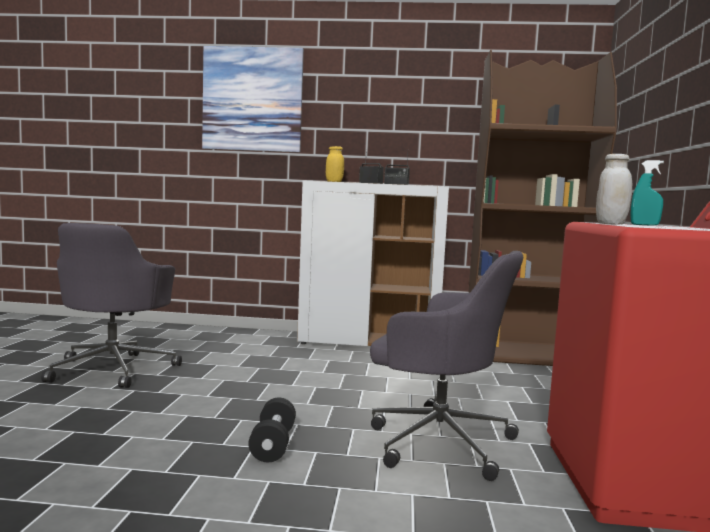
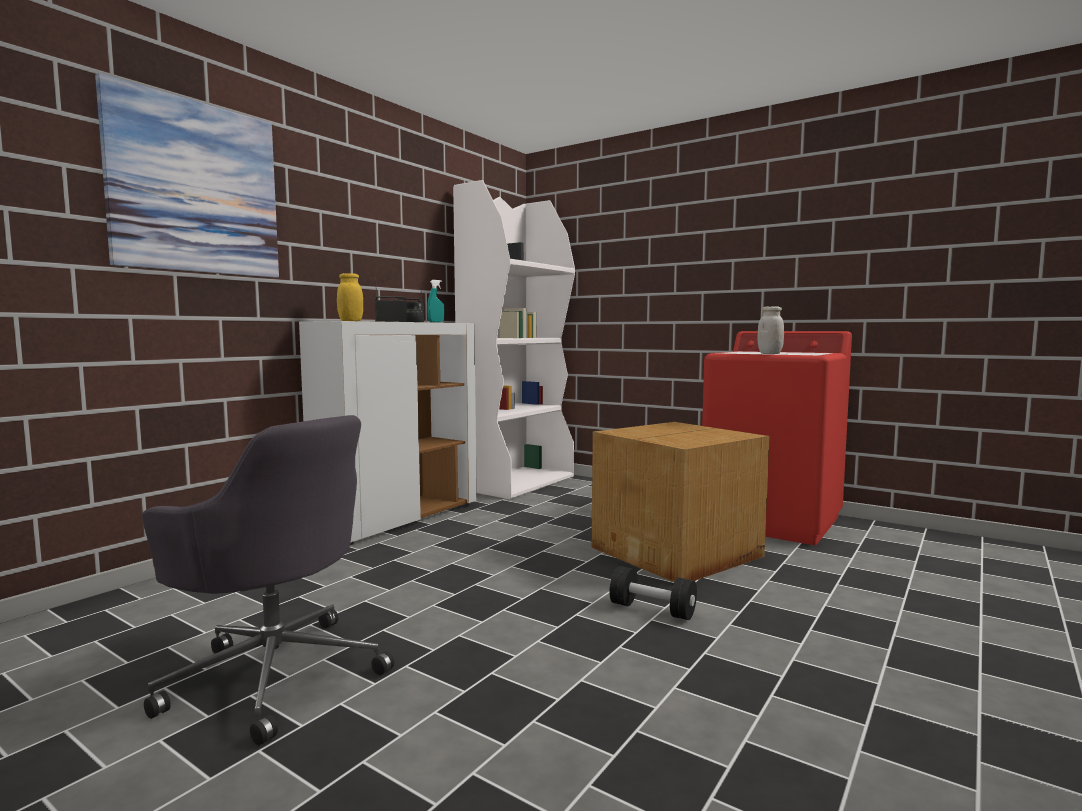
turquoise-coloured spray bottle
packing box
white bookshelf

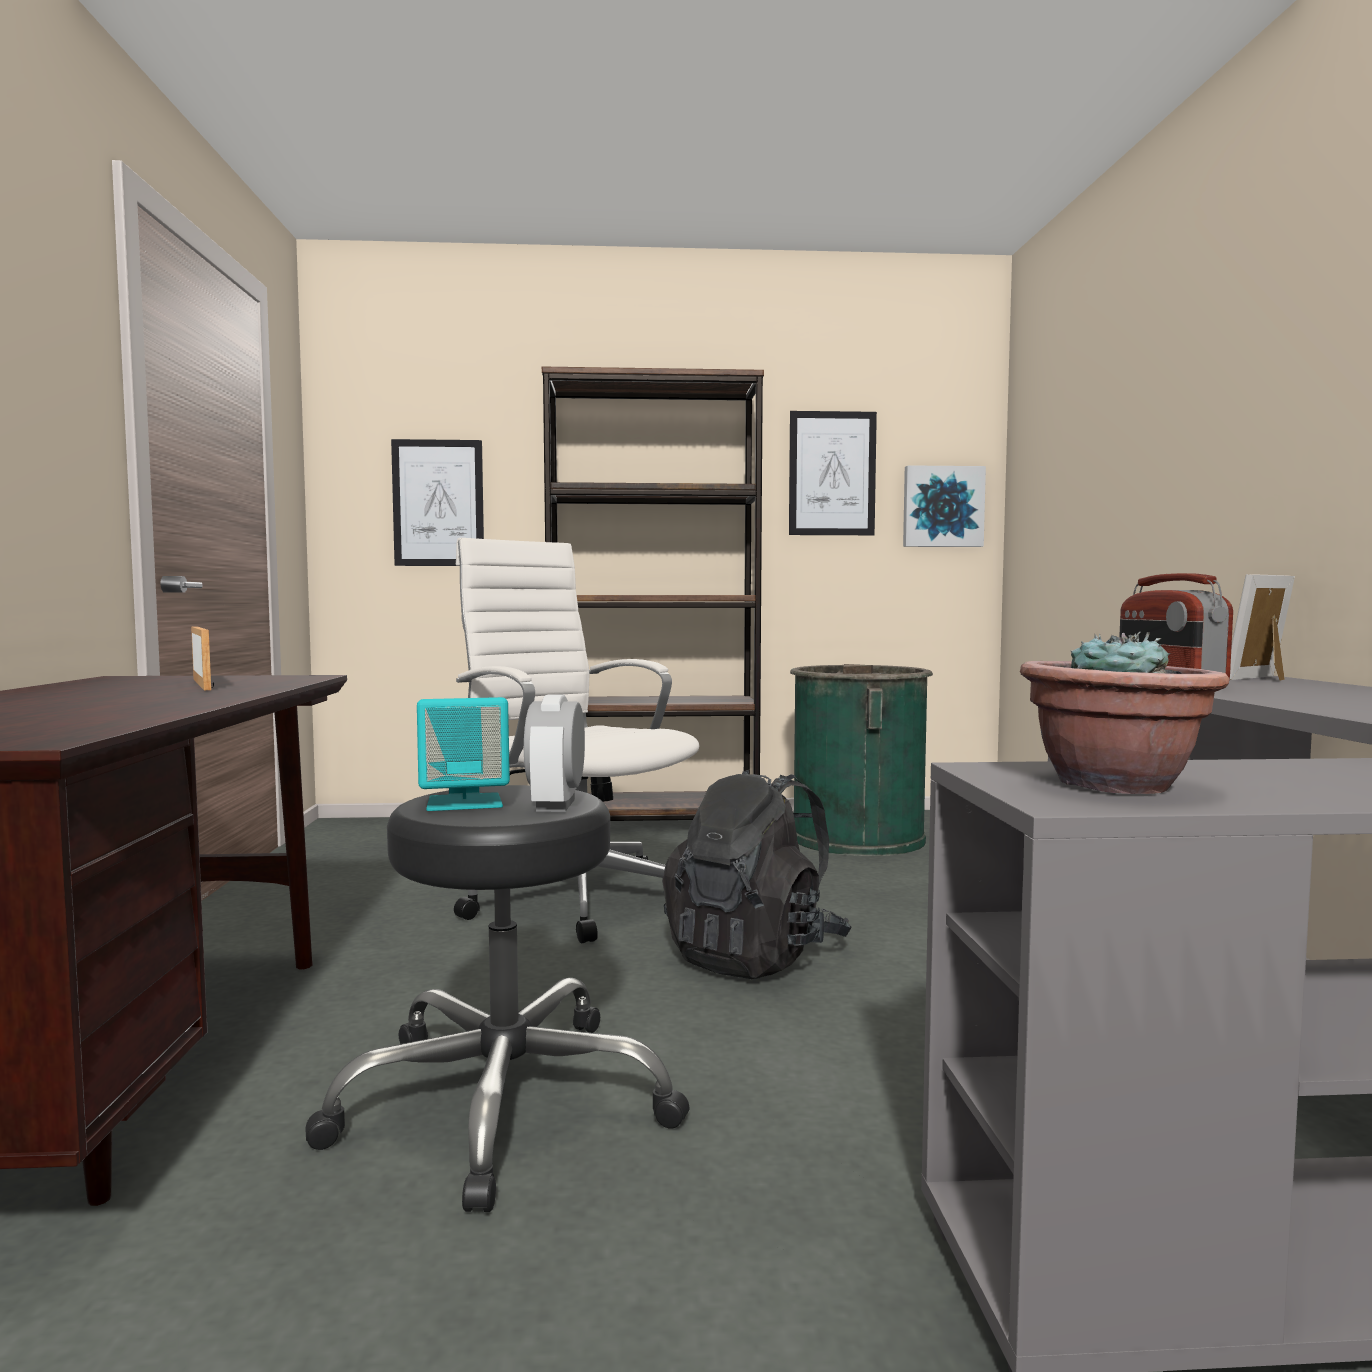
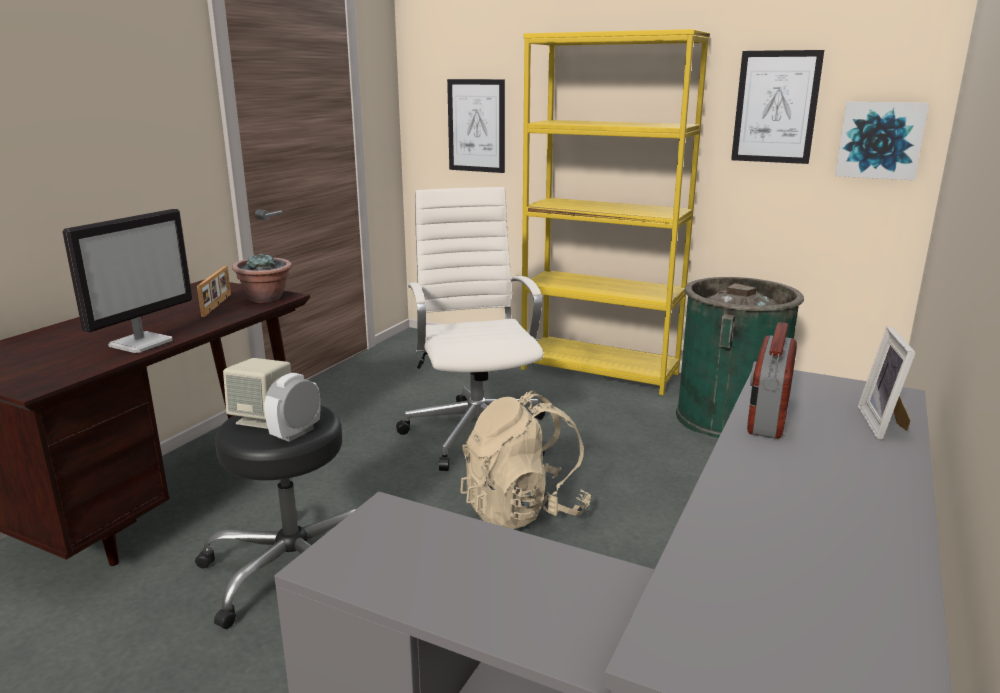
computer screen
plant in a pot
sand-coloured audio speaker
yellowish bookshelf
sand-coloured knapsack
photo frame (2nd from left)

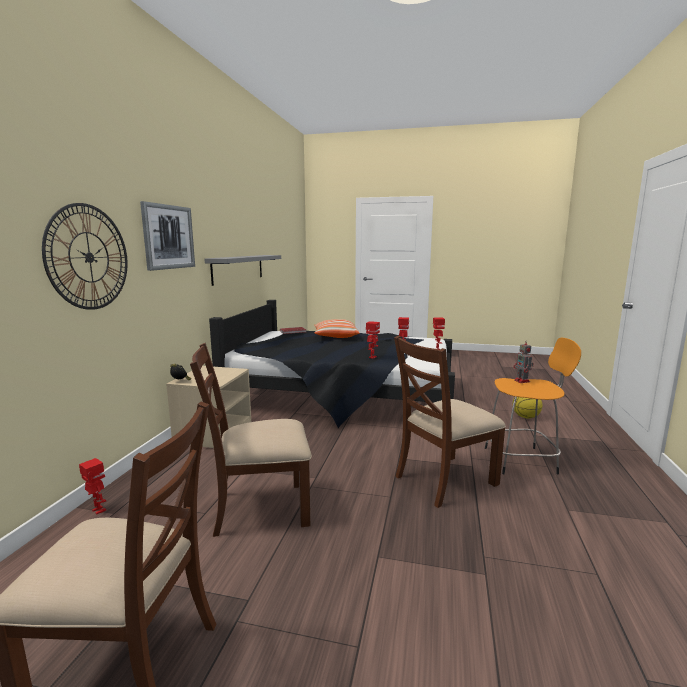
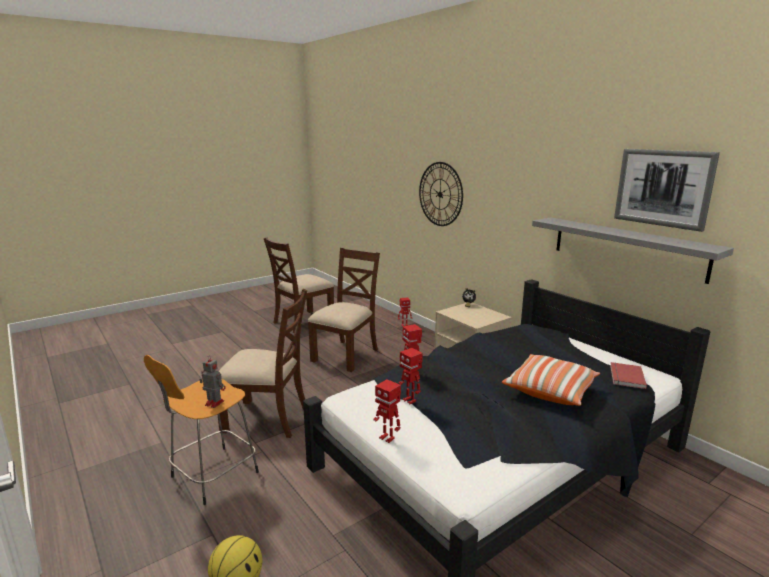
picture
brownish chair (1st from left)

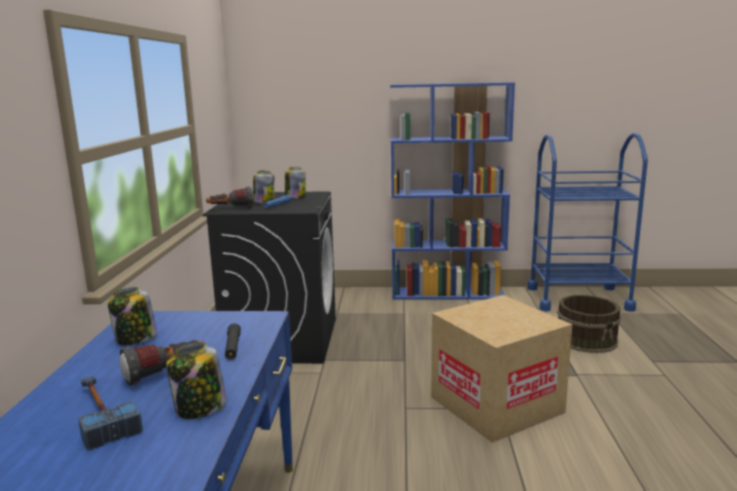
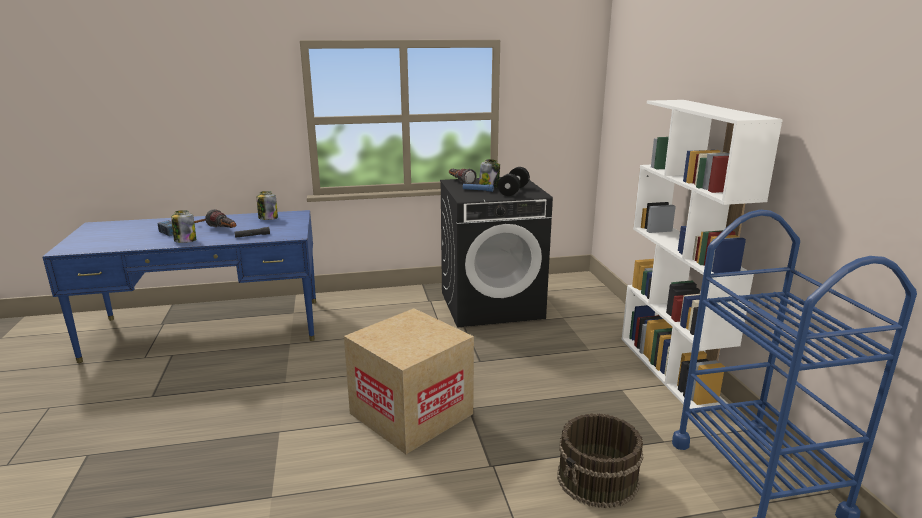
black-coloured hand weight
white bookshelf

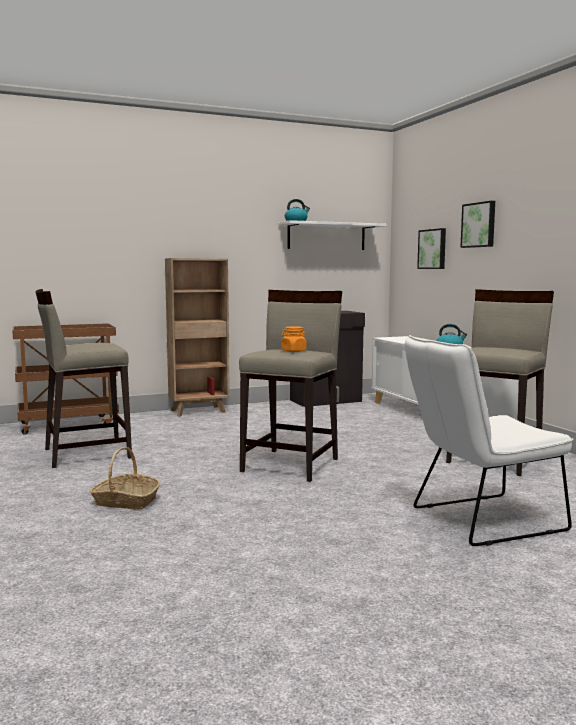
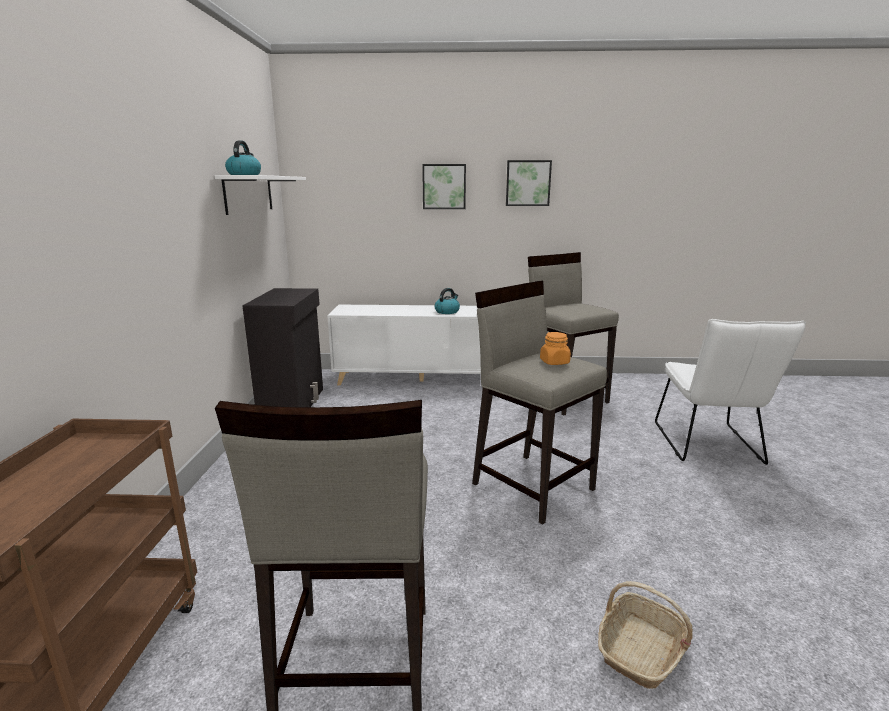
brownish bookshelf
picture (2nd from left)

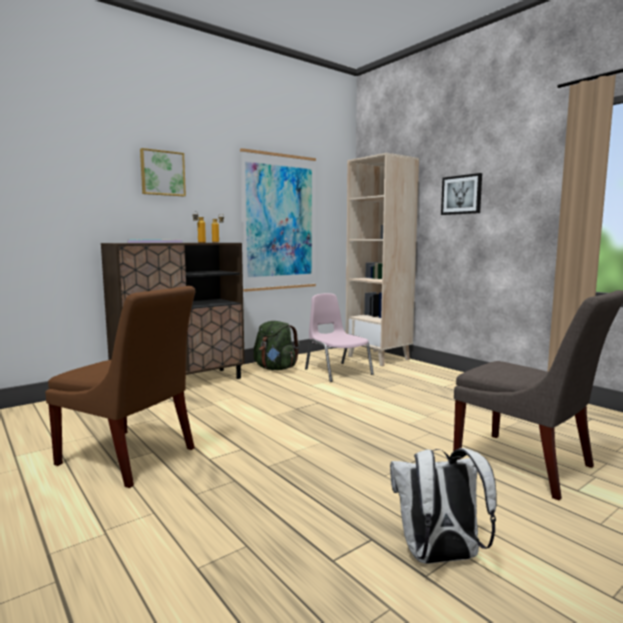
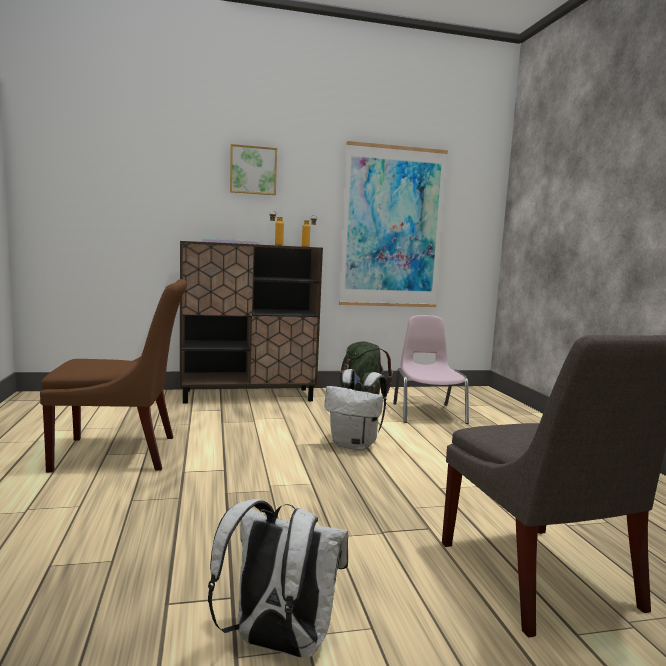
sand-coloured bookshelf
picture (3rd from left in the first image)
white knapsack (2nd from left)
brownish chair

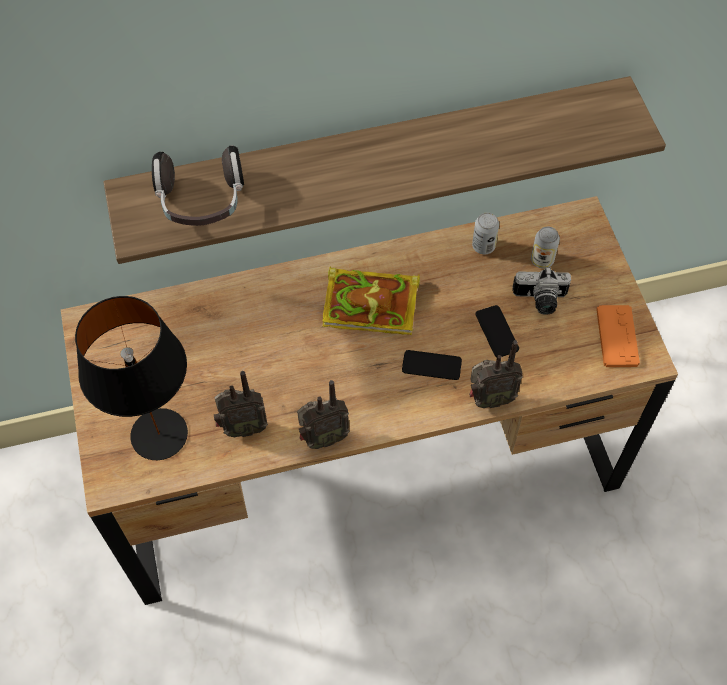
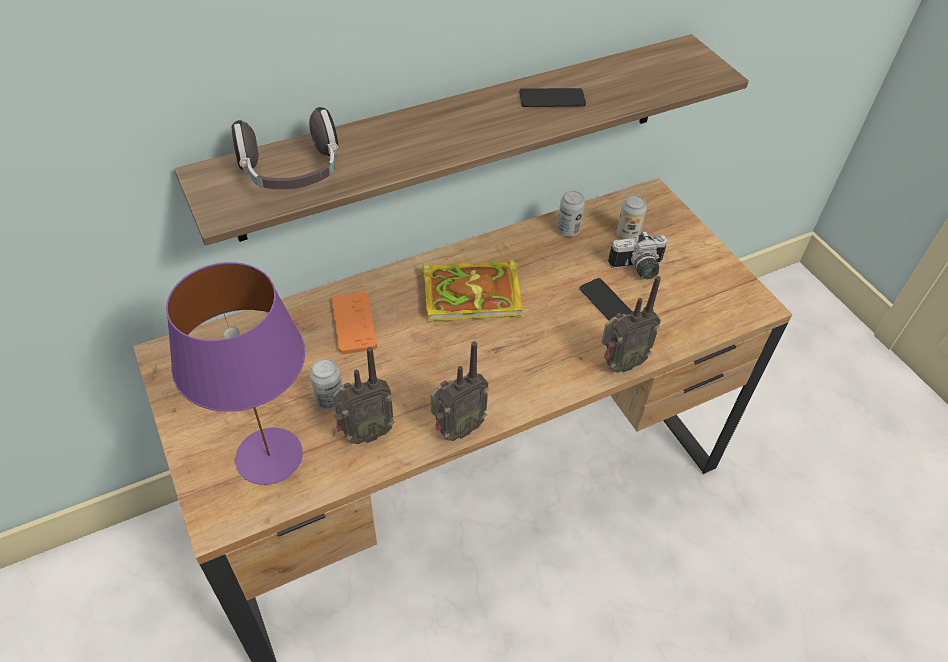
metal can (1st from left)
handset (1st from left)
orange joypad
purple lamp for a table

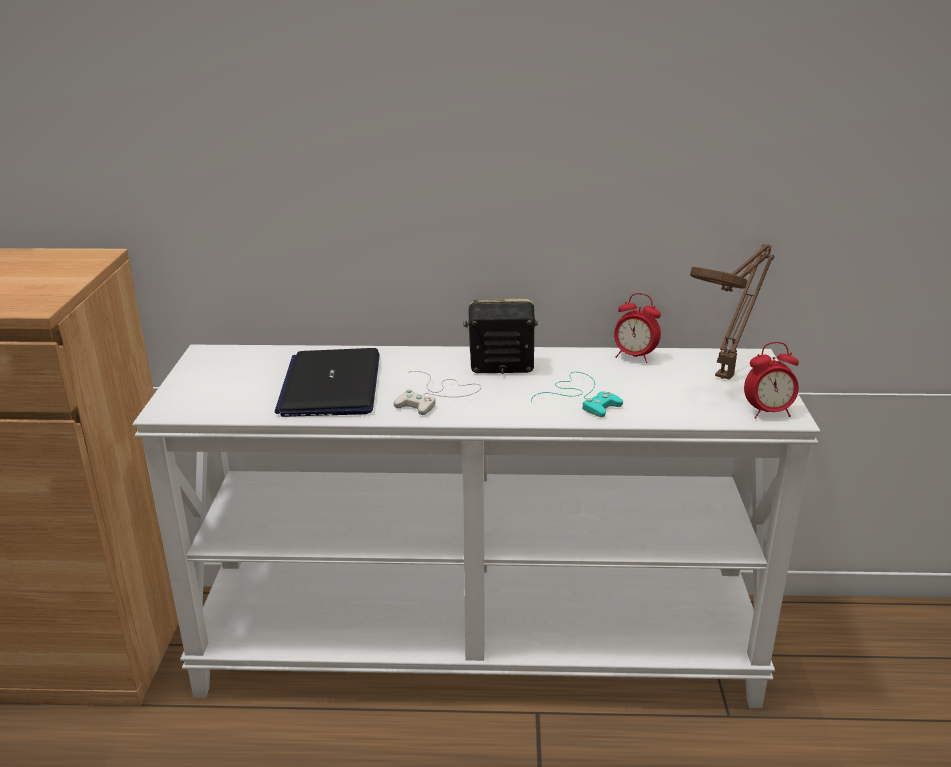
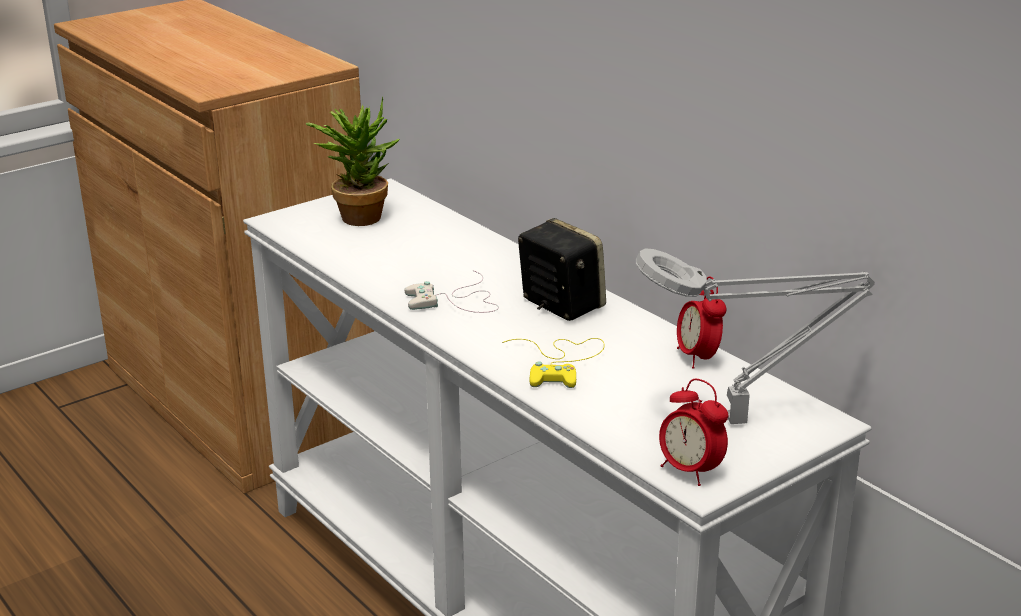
portable computer
plant in a pot
yellowish joypad
greyish lamp for a table

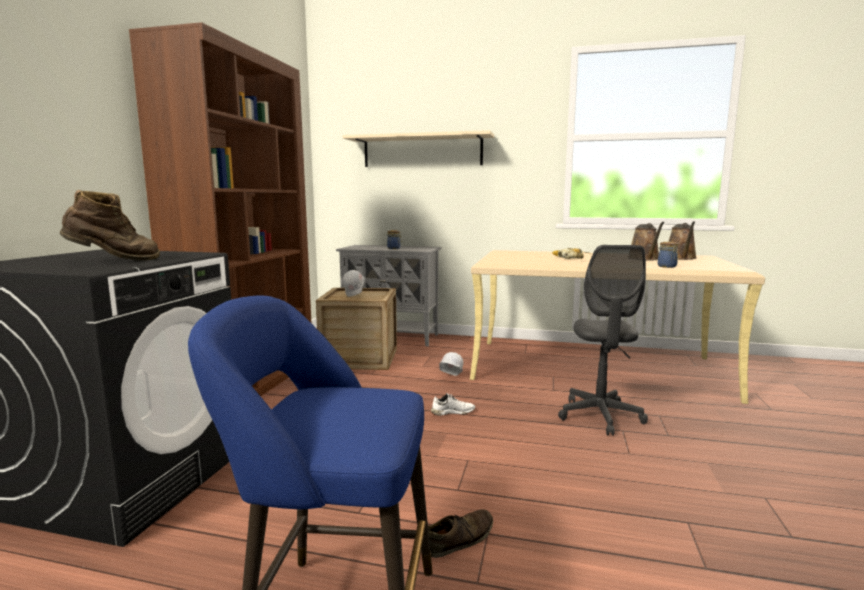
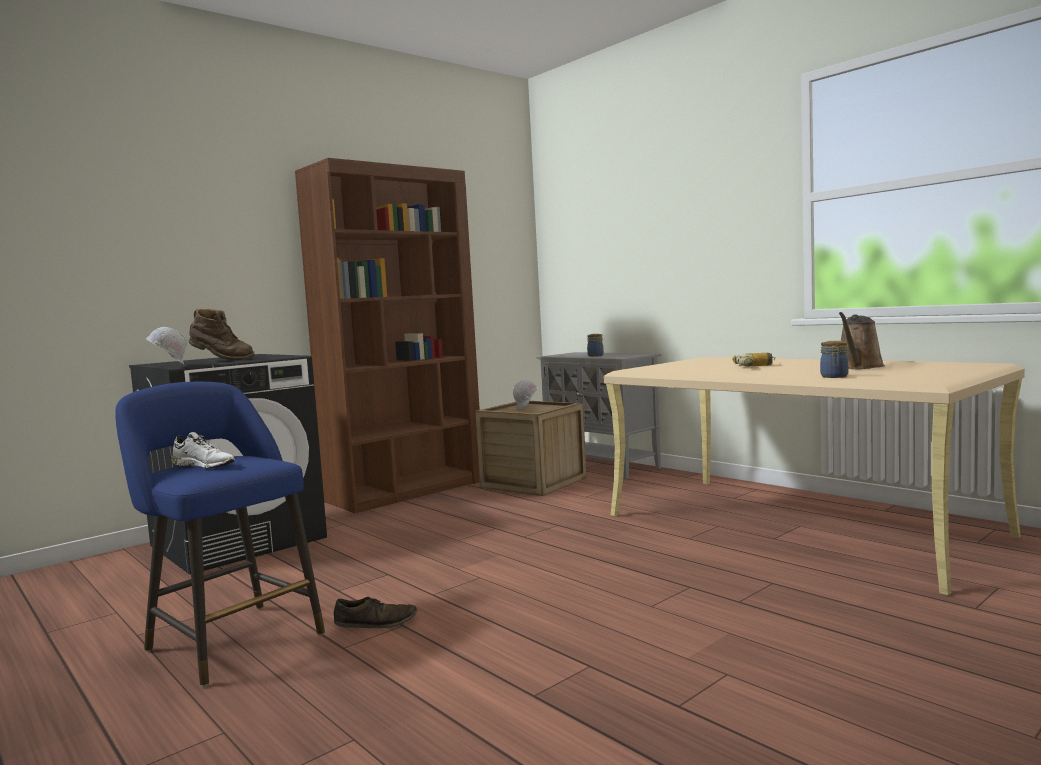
sand-coloured wall shelf
greyish office chair
brownish watering pot (2nd from left in the first image)
white shoe
white safety helmet (1st from left)

